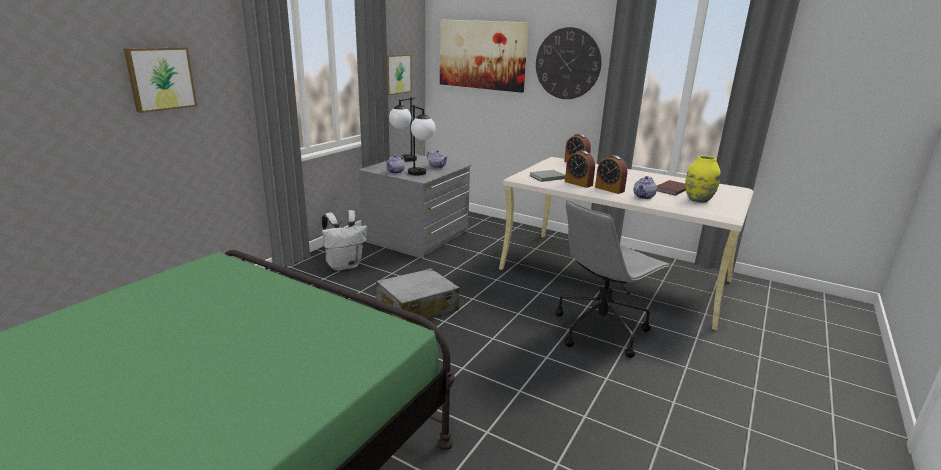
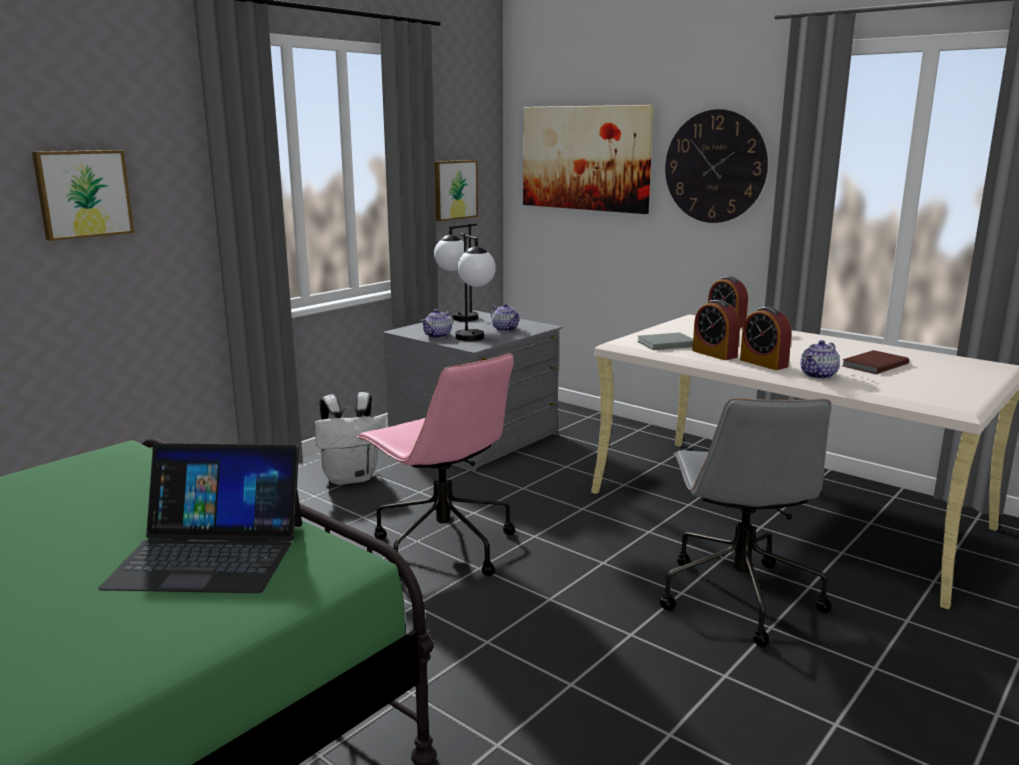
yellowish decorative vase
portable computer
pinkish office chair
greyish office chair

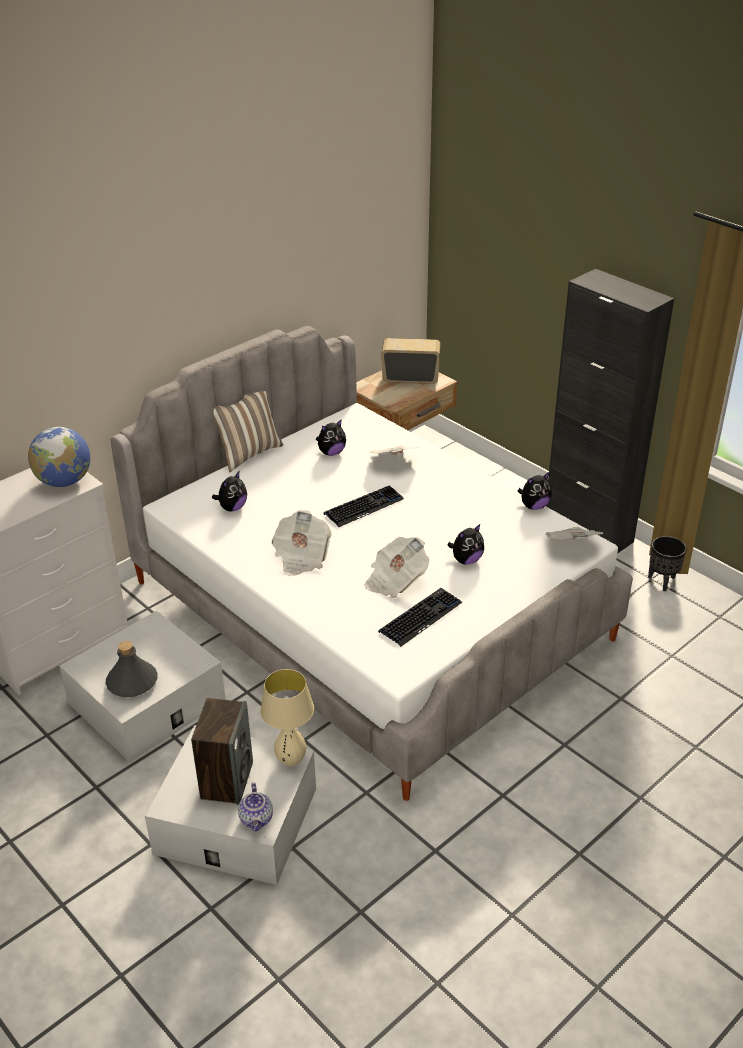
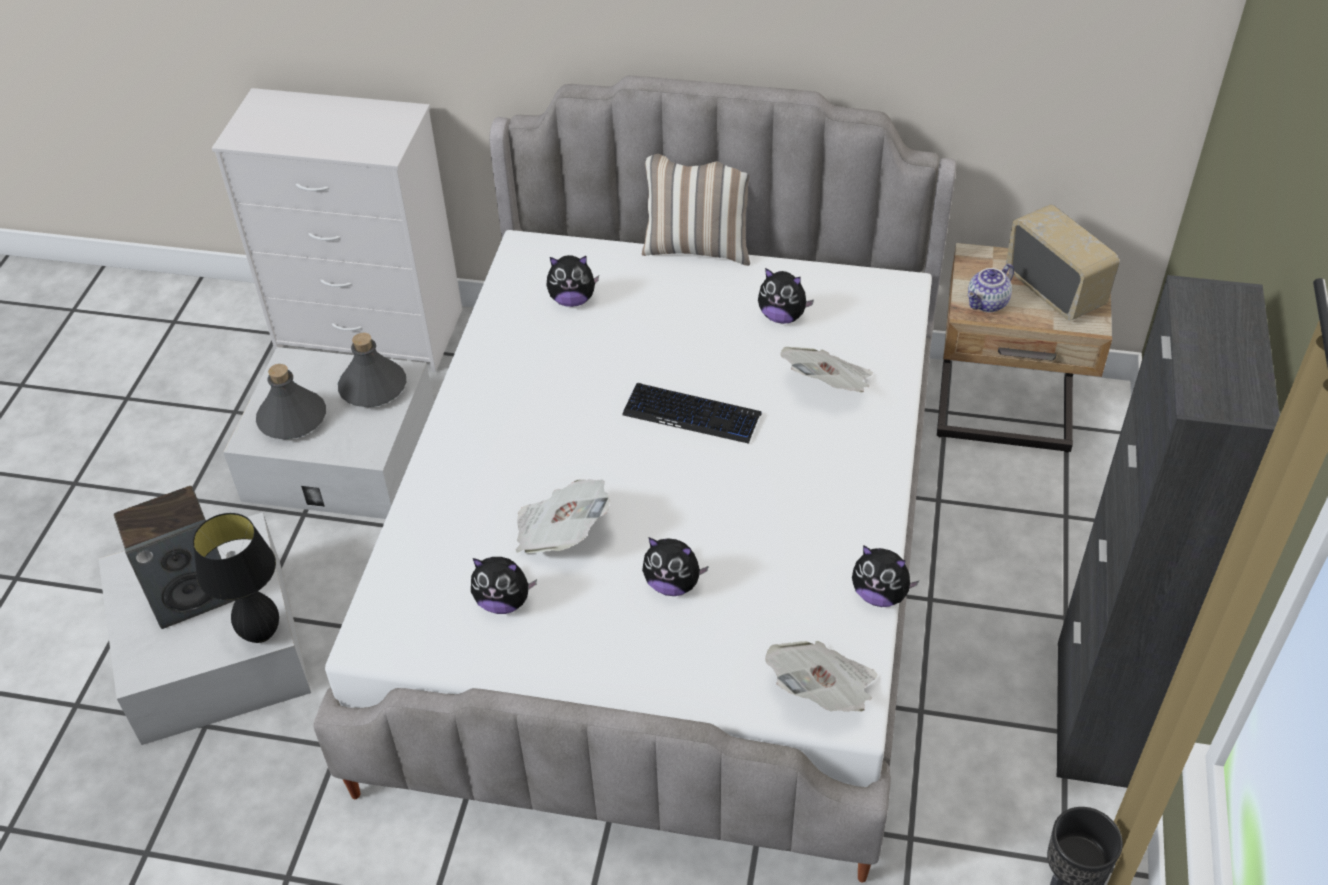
globe
printed paper (1st from left in the first image)
greyish beverage bottle (2nd from left)
pot for tea
soft toy (1st from left)
black-coloured lamp for a table

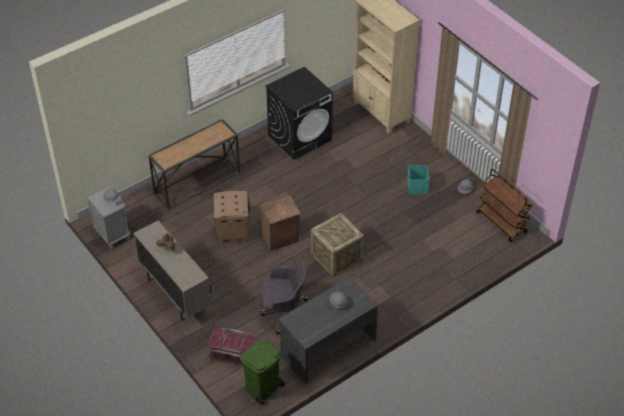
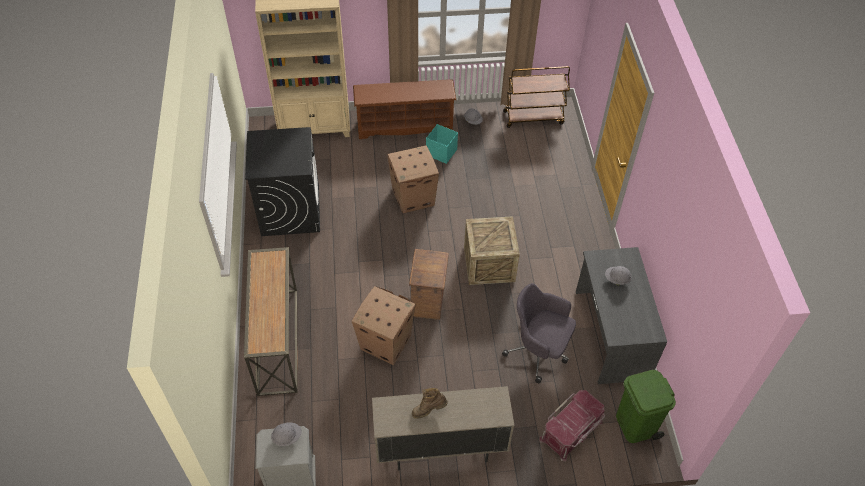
brownish shoe stand
packing box (2nd from left)
greyish office chair

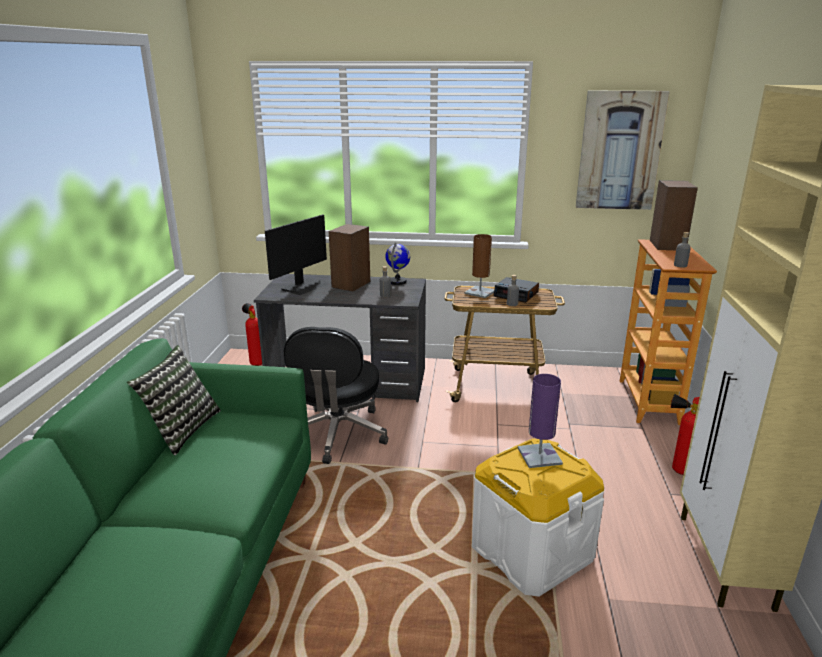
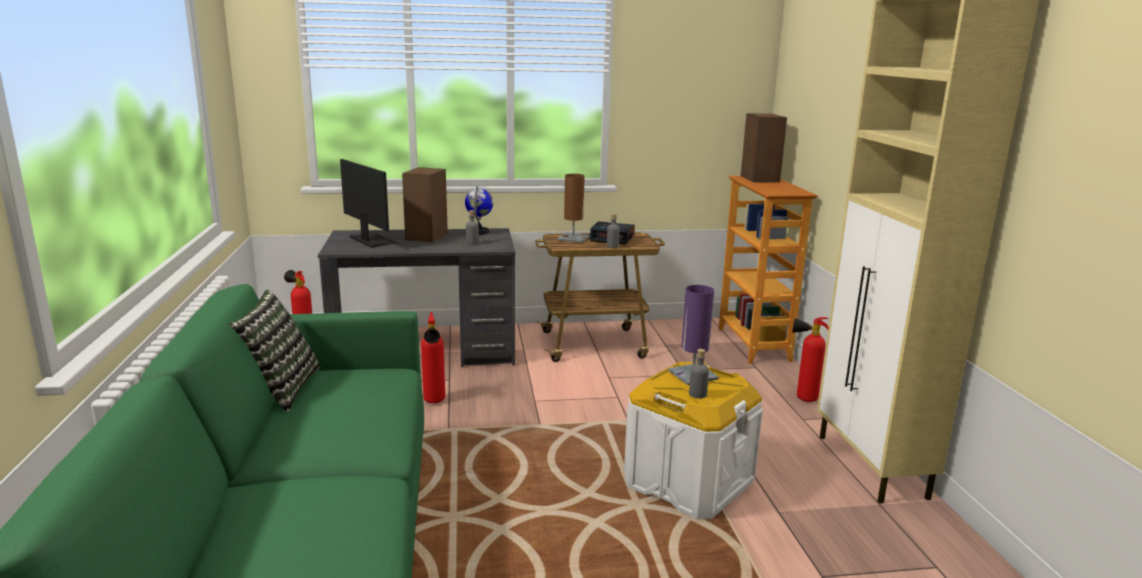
picture
greyish beverage bottle (3rd from left)
fire extinguisher (2nd from left)
computer screen

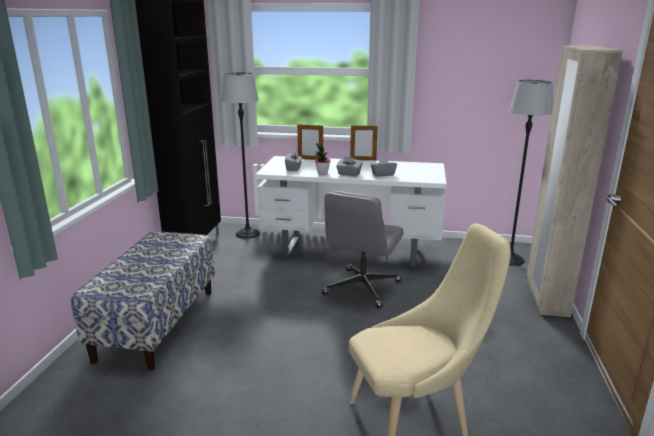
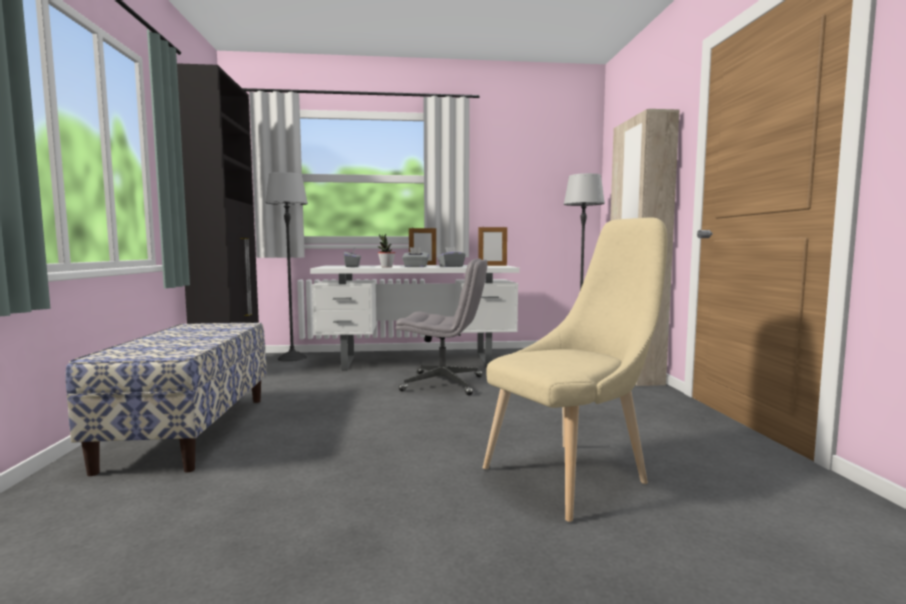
photo frame (2nd from left)
greyish office chair

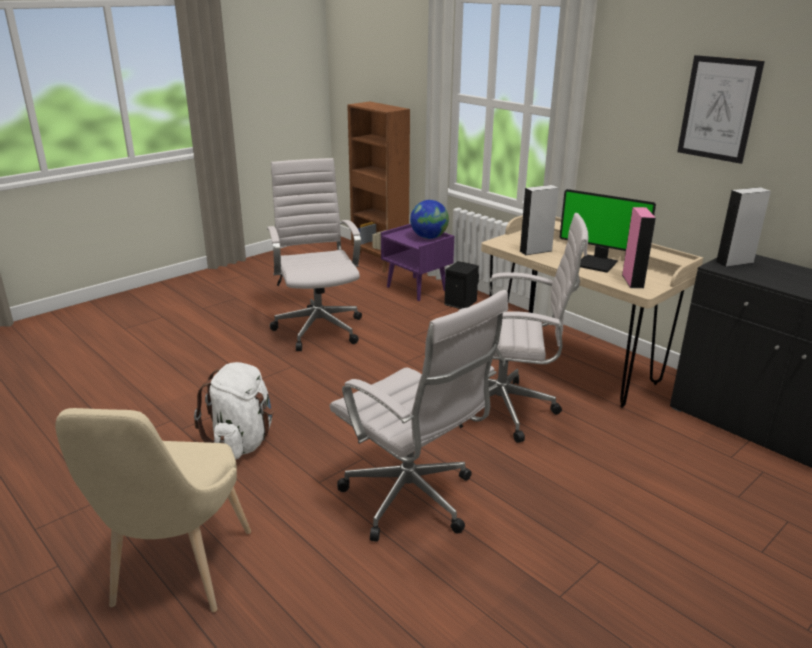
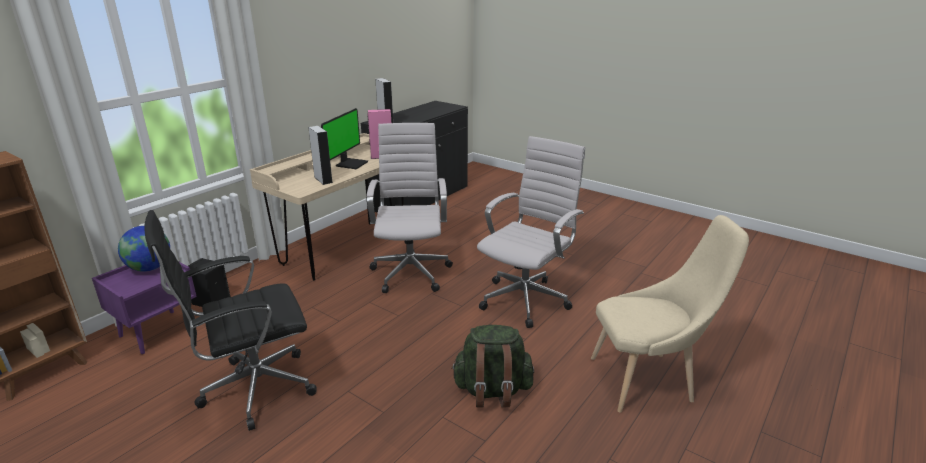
picture
green-coloured knapsack
black-coloured office chair

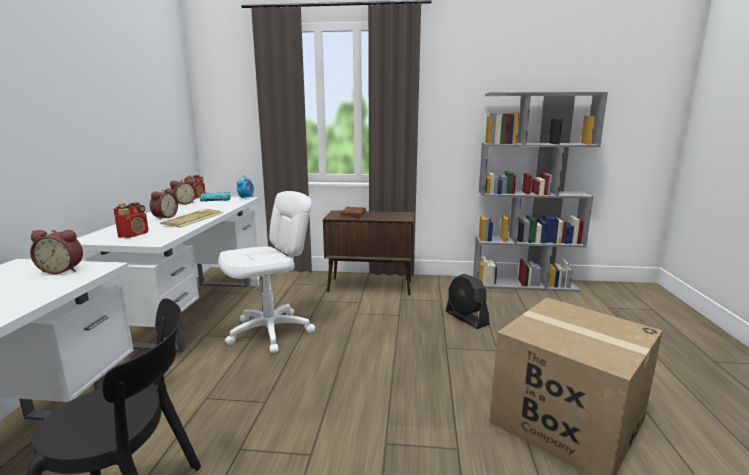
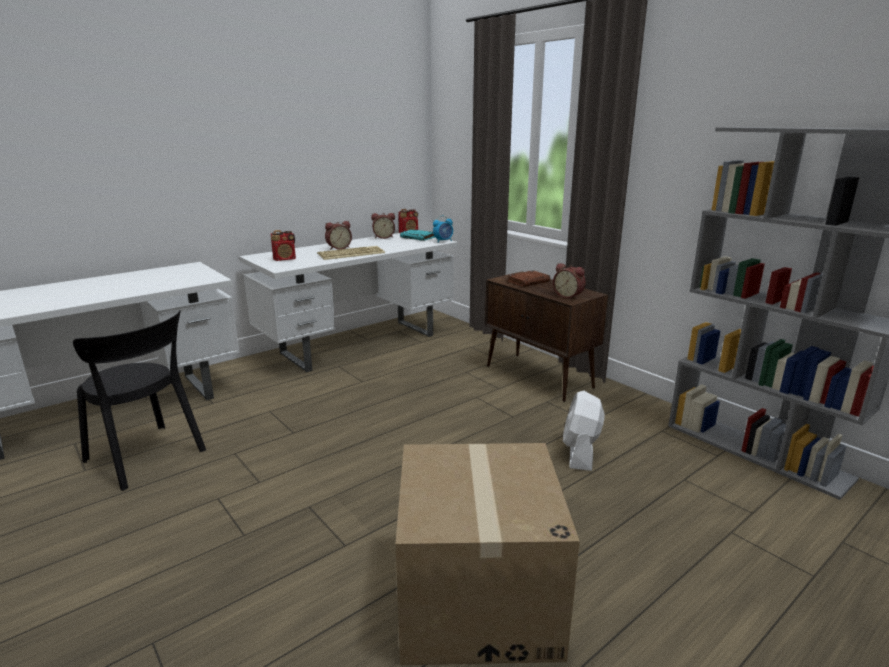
white office chair
alarm clock (4th from left)
white electric fan

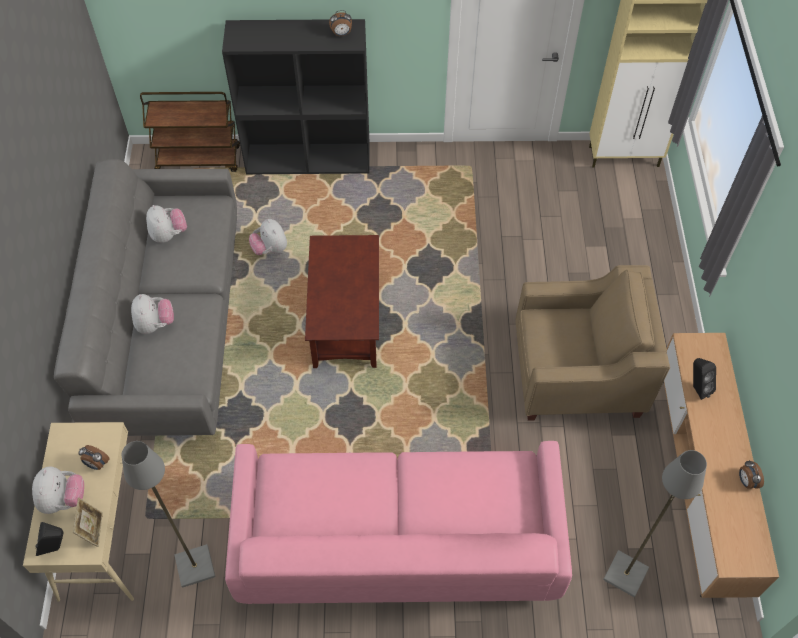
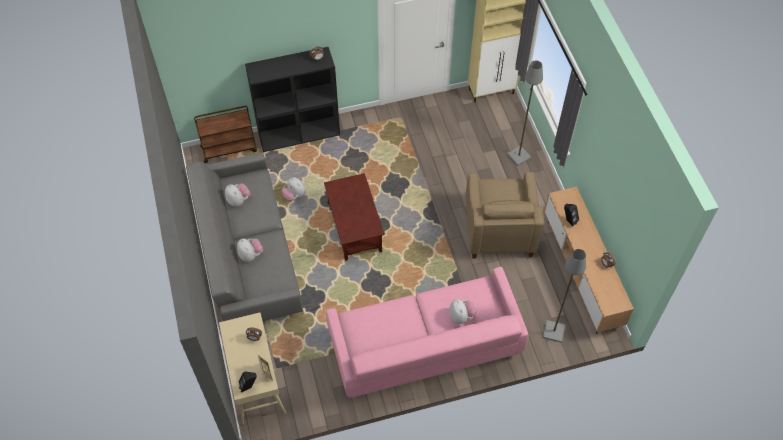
soft toy (4th from left)
greyish standard lamp (1st from left)
sand-coloured lounge chair

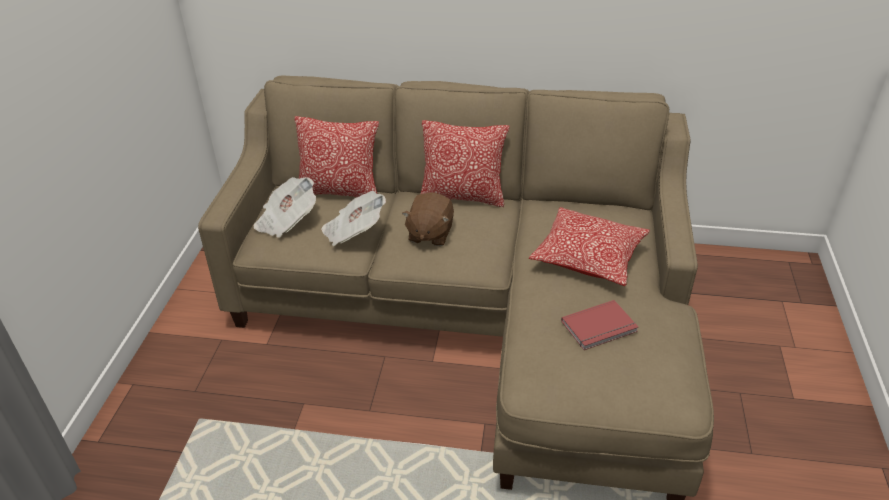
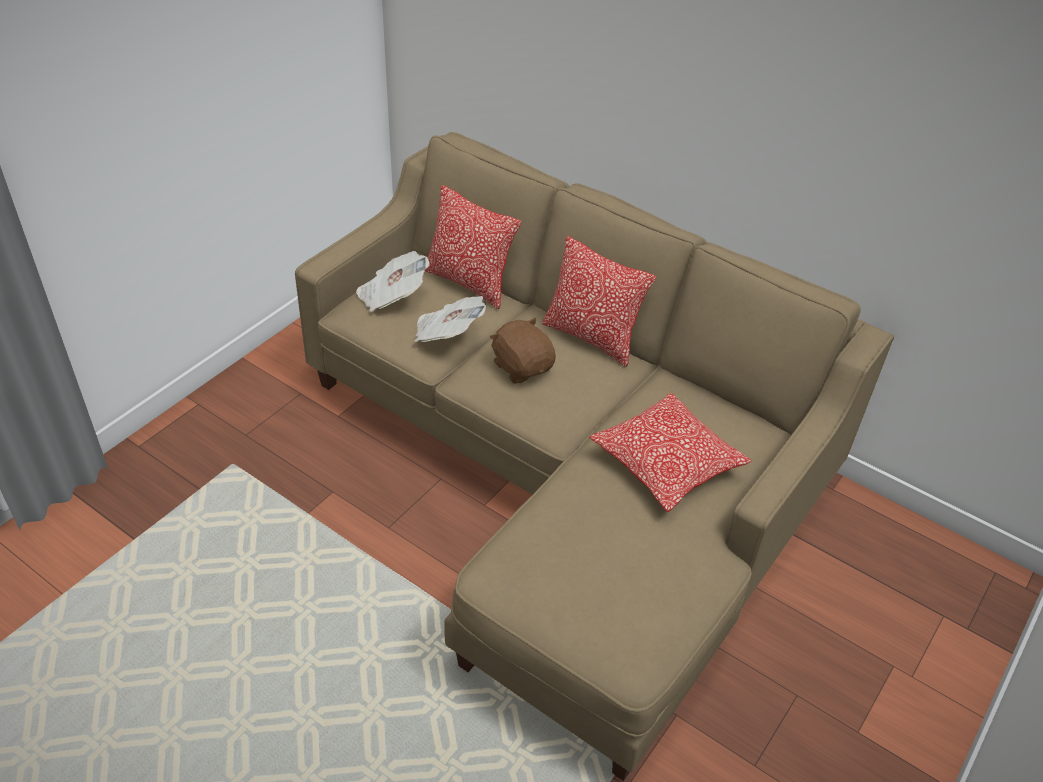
red volume
brownish soft toy

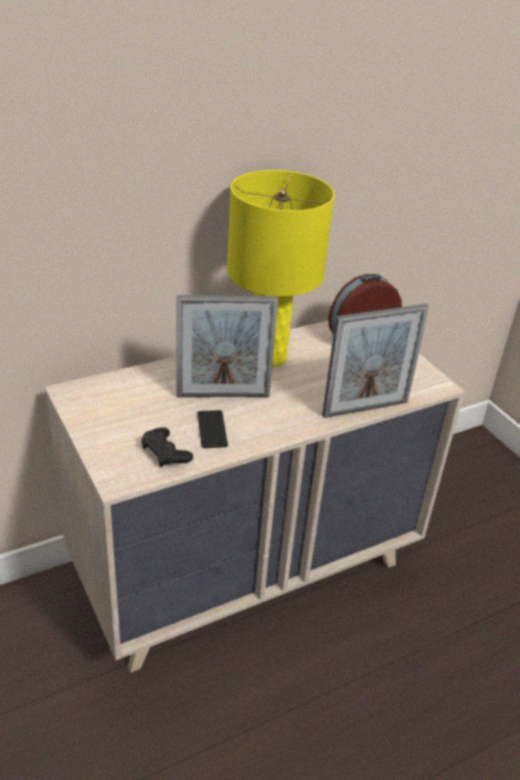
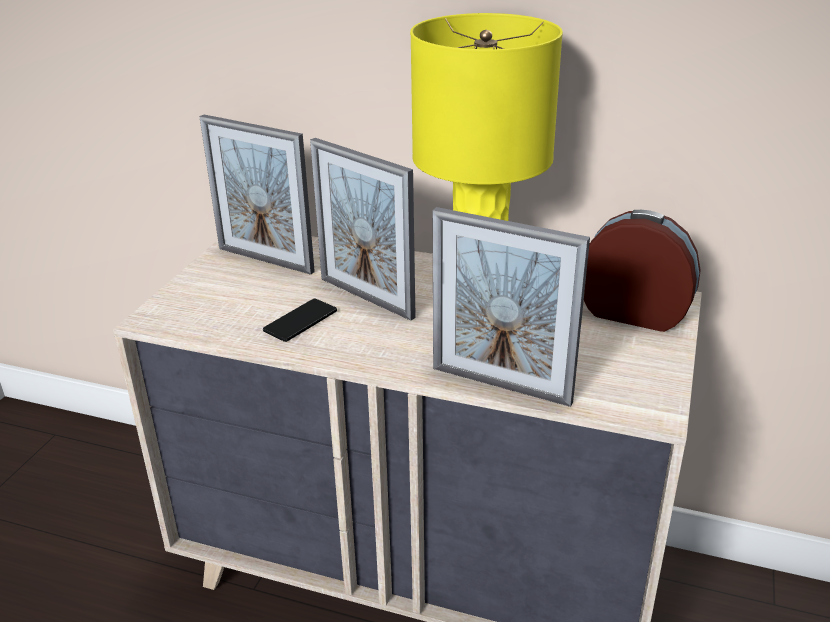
black-coloured joypad
photo frame (1st from left)

